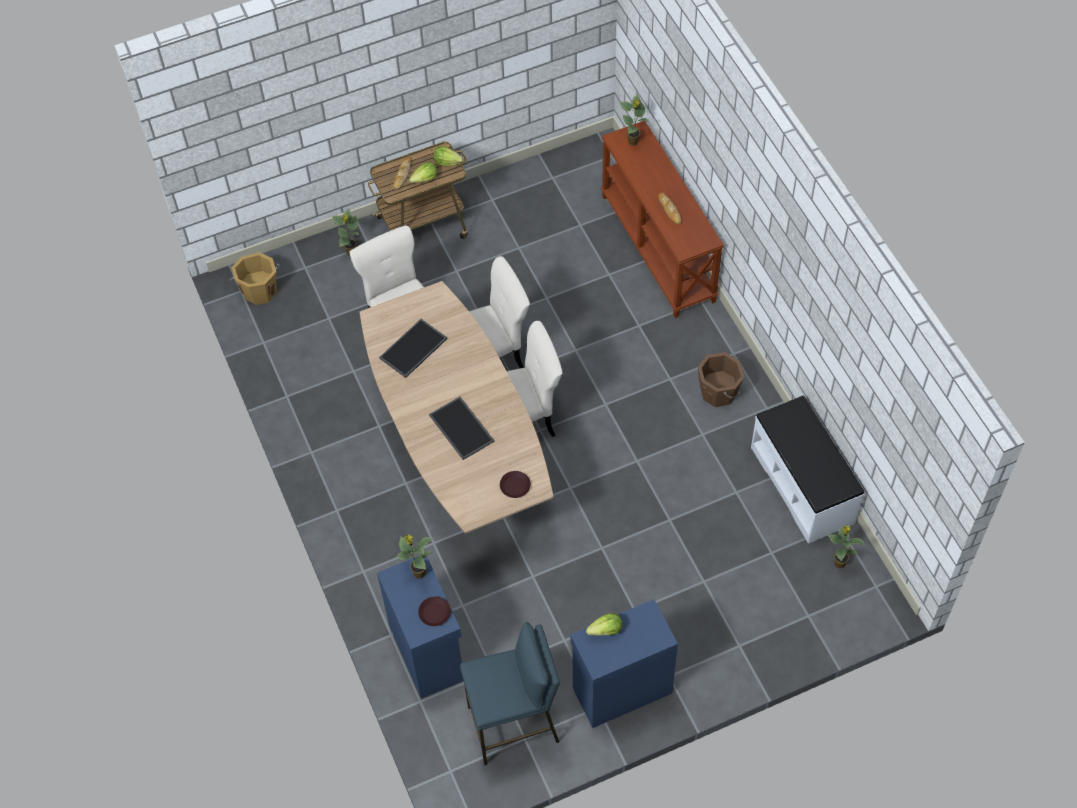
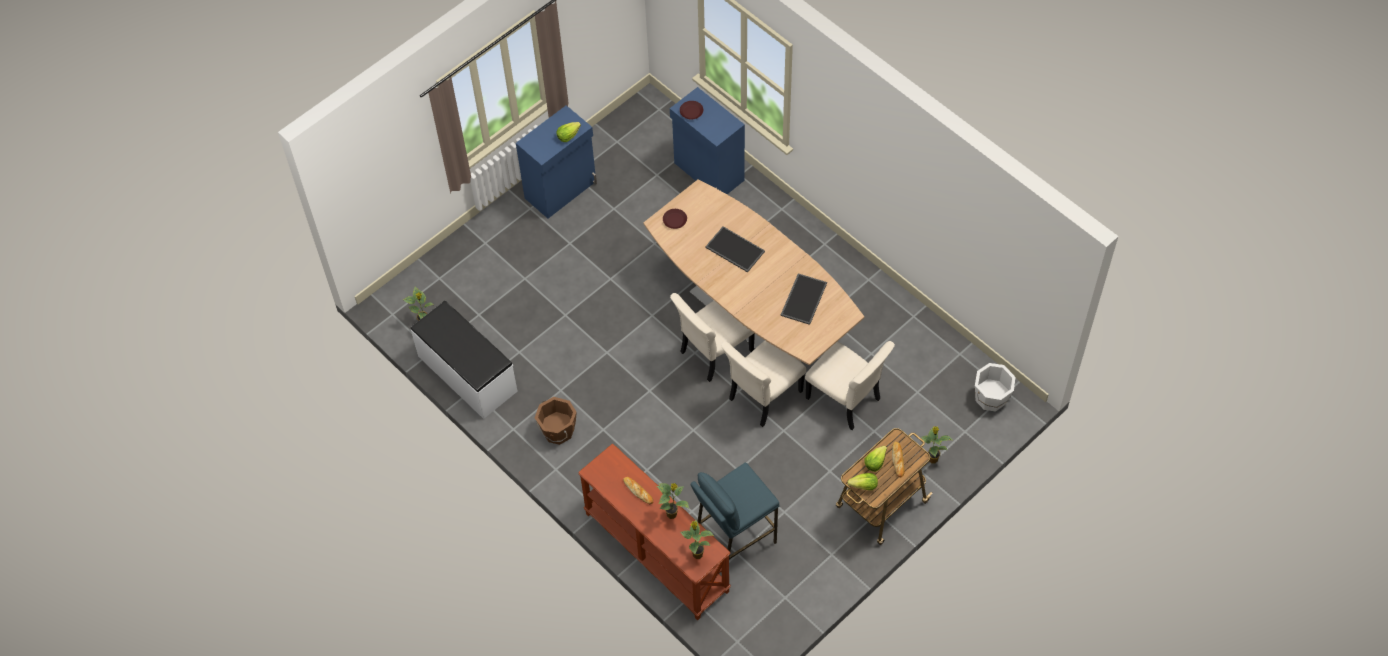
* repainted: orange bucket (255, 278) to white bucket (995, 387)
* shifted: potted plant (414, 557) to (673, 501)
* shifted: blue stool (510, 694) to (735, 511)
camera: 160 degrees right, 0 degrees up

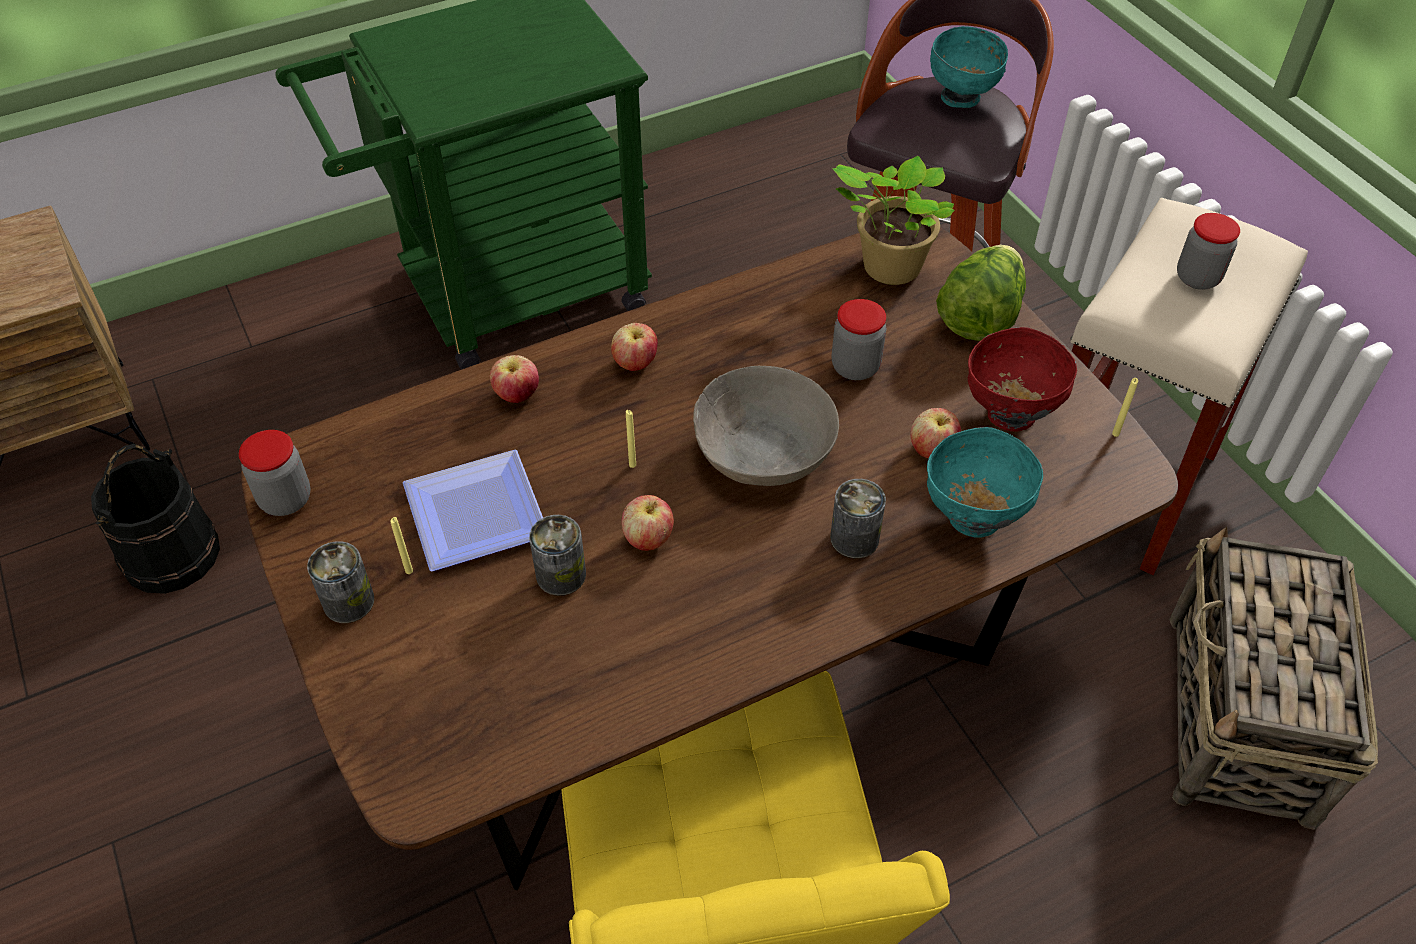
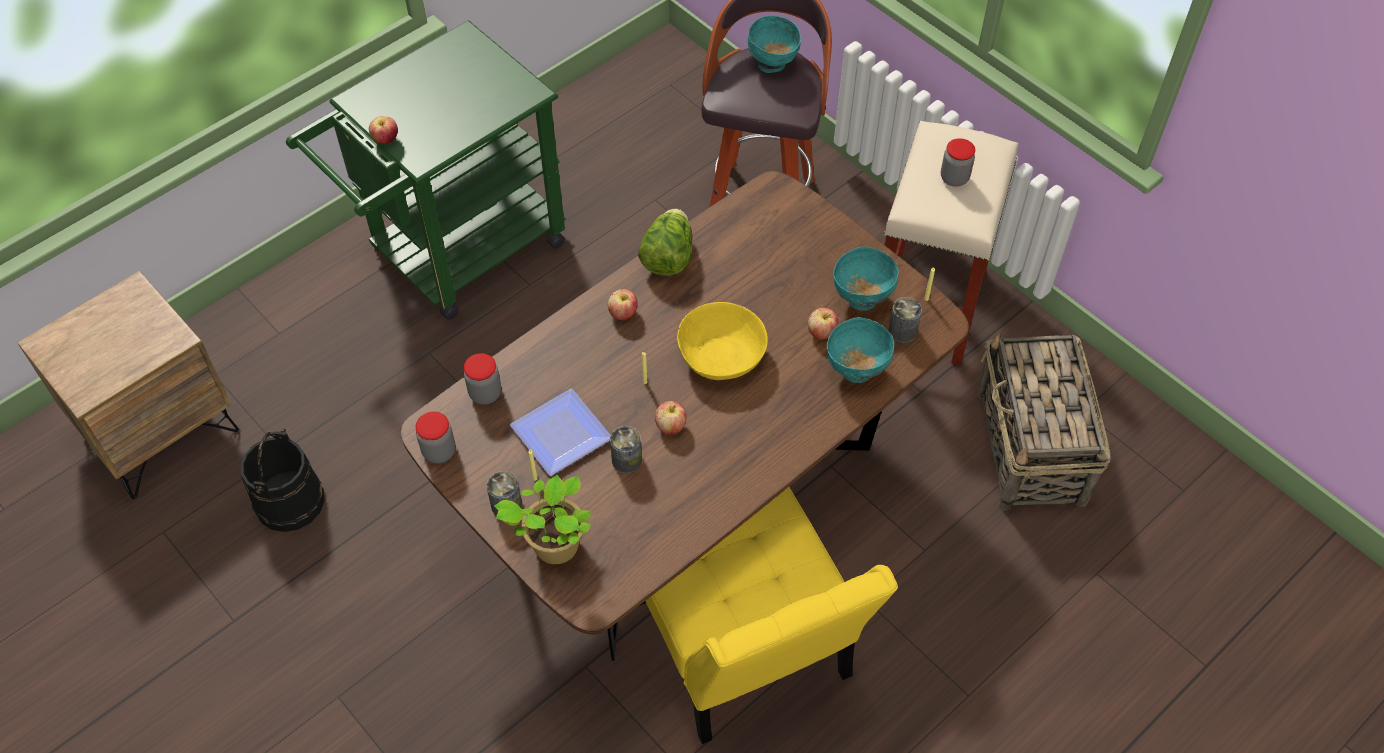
* shifted: potted plant (893, 220) to (542, 519)
* shifted: lettuce (981, 293) to (665, 242)
* shifted: jar (859, 339) to (482, 379)
* repainted: red bowl (1022, 379) to turquoise bowl (866, 279)
* shifted: apple (514, 379) to (383, 130)
* repainted: grey bowl (766, 426) to yellow bowl (722, 341)
* shifted: can (858, 518) to (905, 320)
camera: 15 degrees left, 5 degrees up

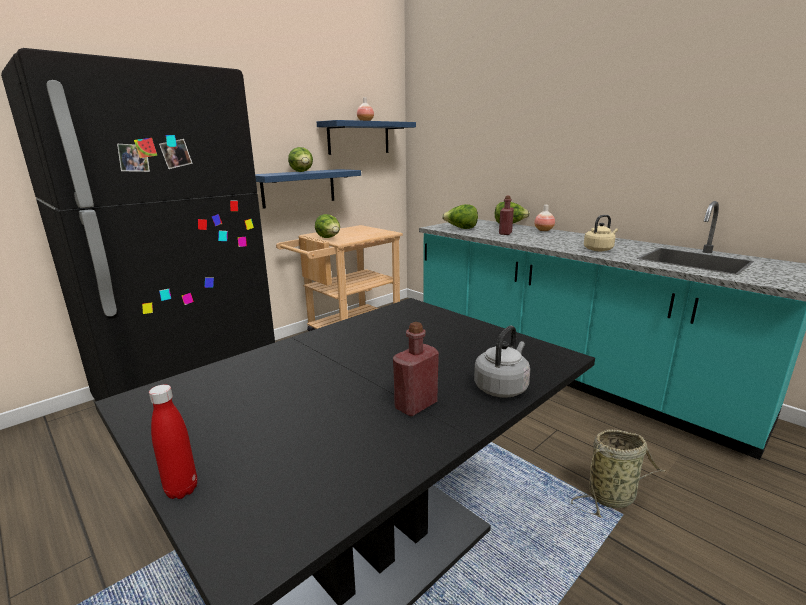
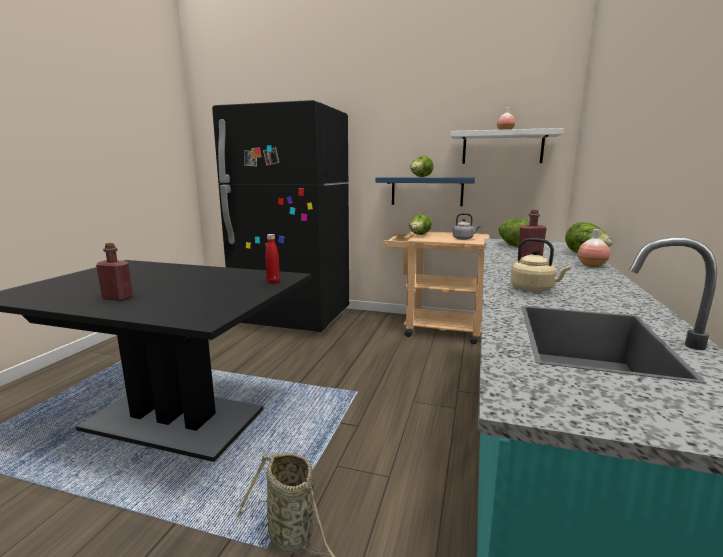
* repainted: blue shelf (366, 137) to white shelf (507, 146)
* shifted: grey kettle (502, 362) to (467, 226)
* shifted: red bottle (173, 442) to (272, 259)
camera: 60 degrees right, 5 degrees down

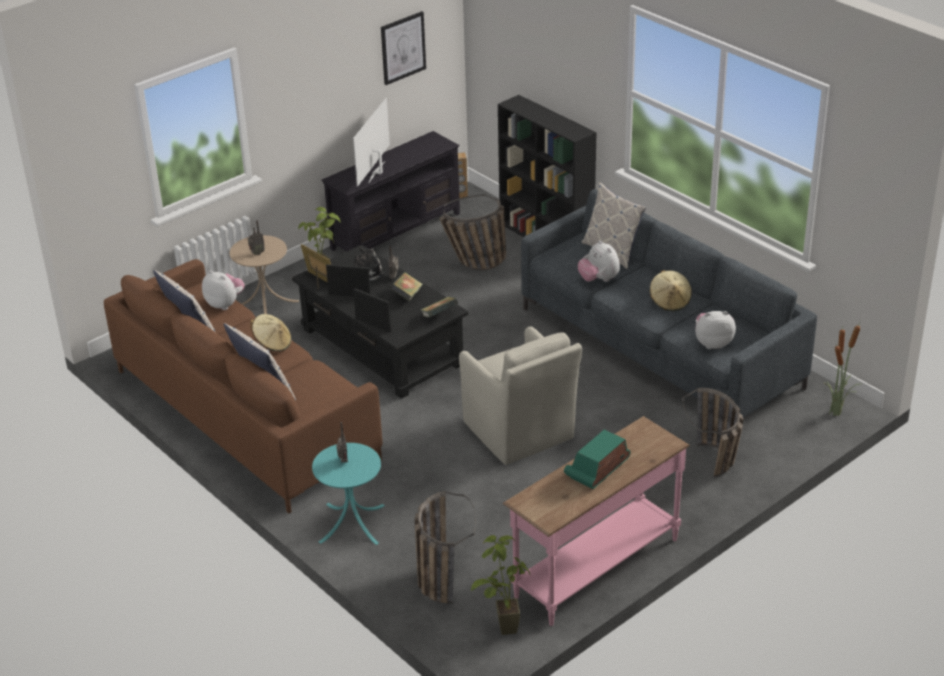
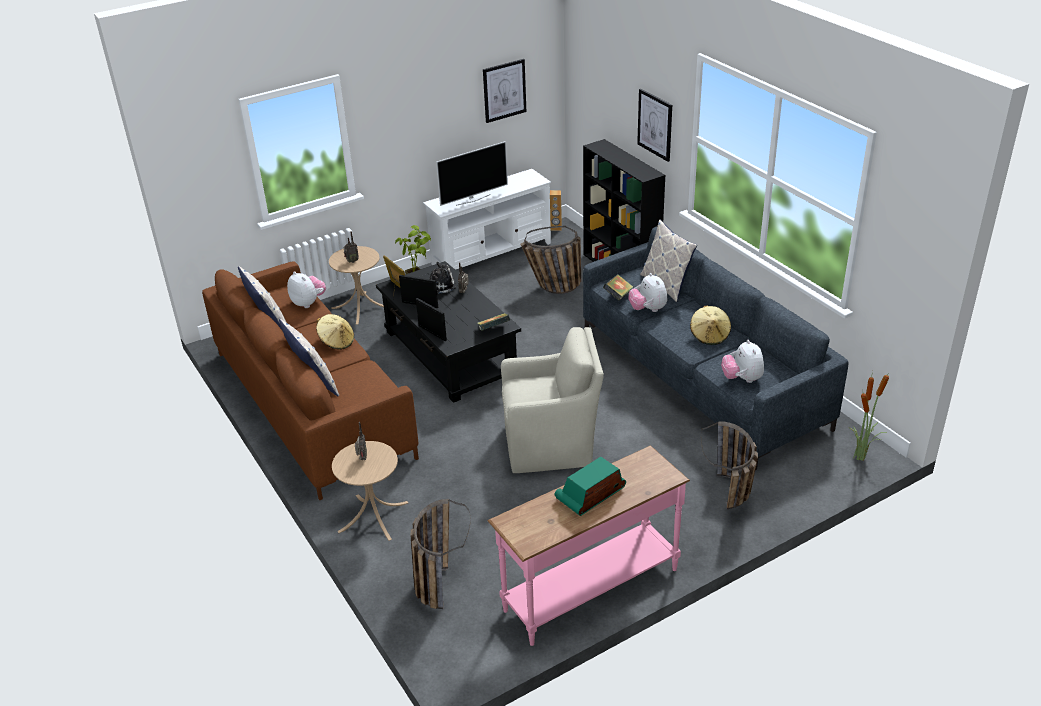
* rotated: television (371, 142) = (472, 173) 150 degrees counterclockwise
* repainted: black tv stand (390, 191) to white tv stand (487, 219)
* shifted: book (406, 286) to (618, 287)
* rotated: plush toy (715, 330) = (742, 361) 105 degrees counterclockwise
* rotated: beige armchair (520, 396) = (552, 400) 75 degrees counterclockwise
* repainted: turquoise side table (348, 494) to beige side table (370, 491)
* gone: potted plant (500, 585)
* new: picture (654, 125)
camera: 10 degrees right, 0 degrees up

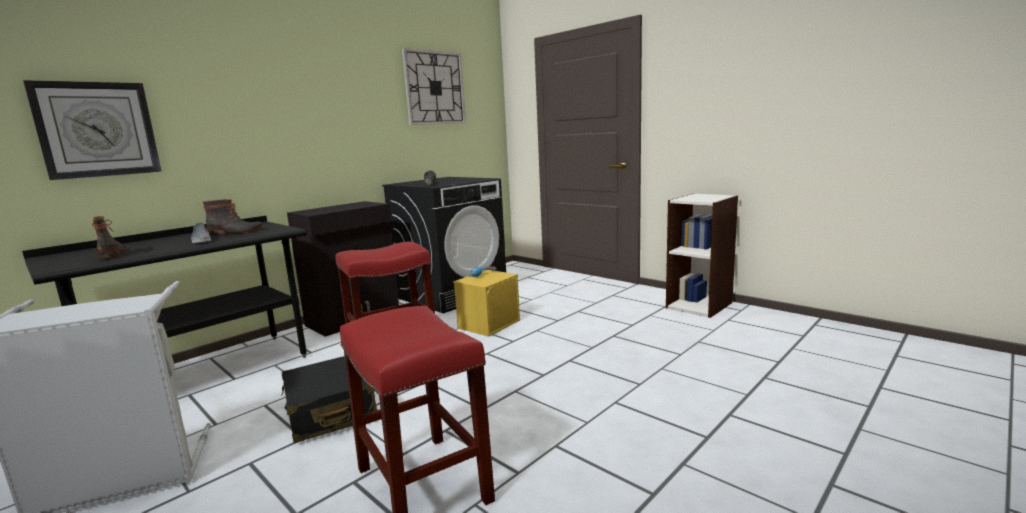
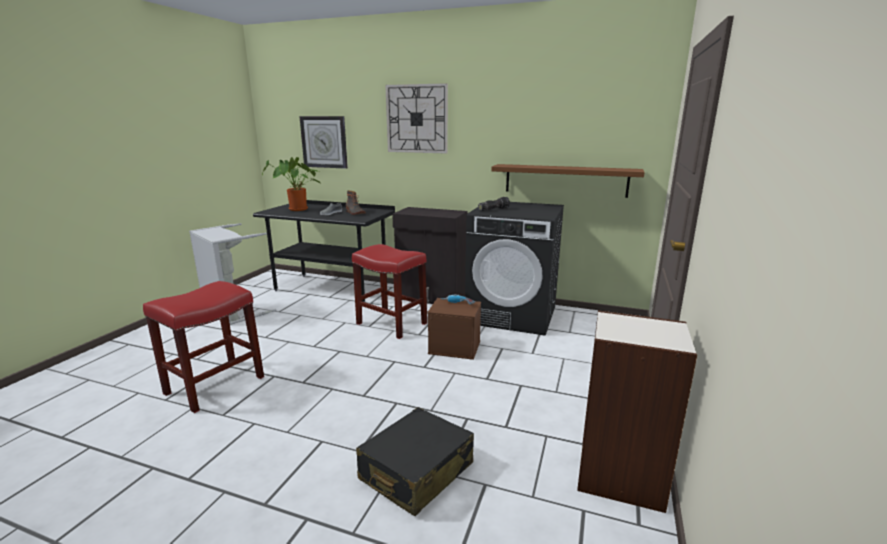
* shifted: wall clock (434, 86) to (416, 118)
* swapped: boot (109, 238) to potted plant (291, 184)
* repainted: yellow storage box (486, 303) to brown storage box (454, 329)
* shifted: black suitcase (329, 399) to (415, 461)
* new: brown shelf (568, 181)
camera: 65 degrees right, 5 degrees up

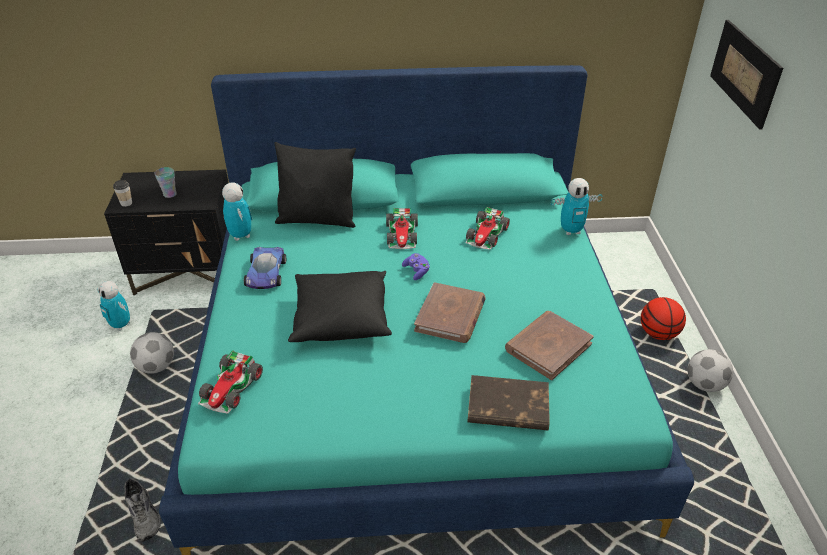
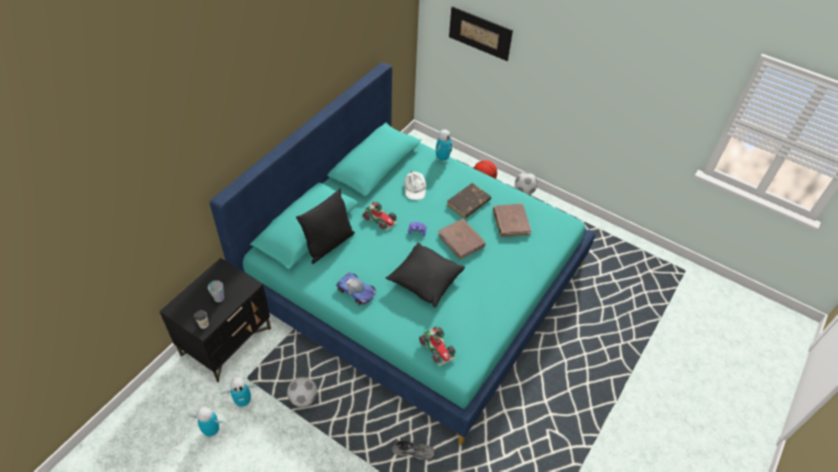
* shifted: toy robot (237, 212) to (206, 422)
* swapped: toy car (488, 228) to white cap (415, 185)
* shifted: brown book (508, 402) to (469, 200)
camera: 55 degrees left, 10 degrees up

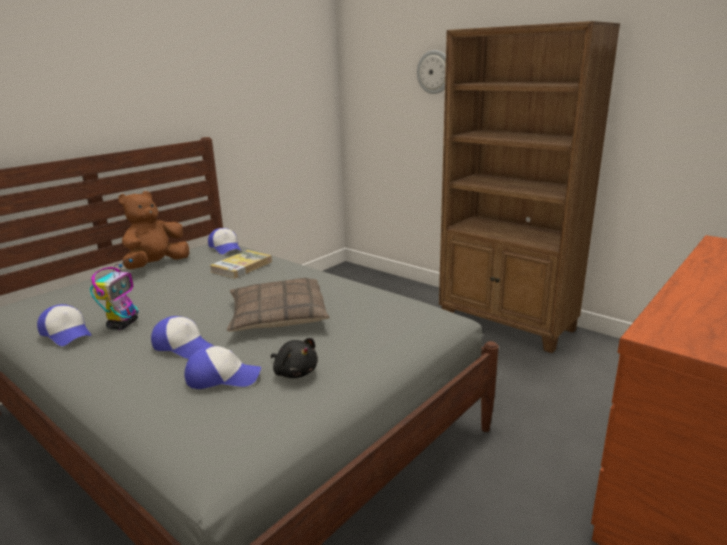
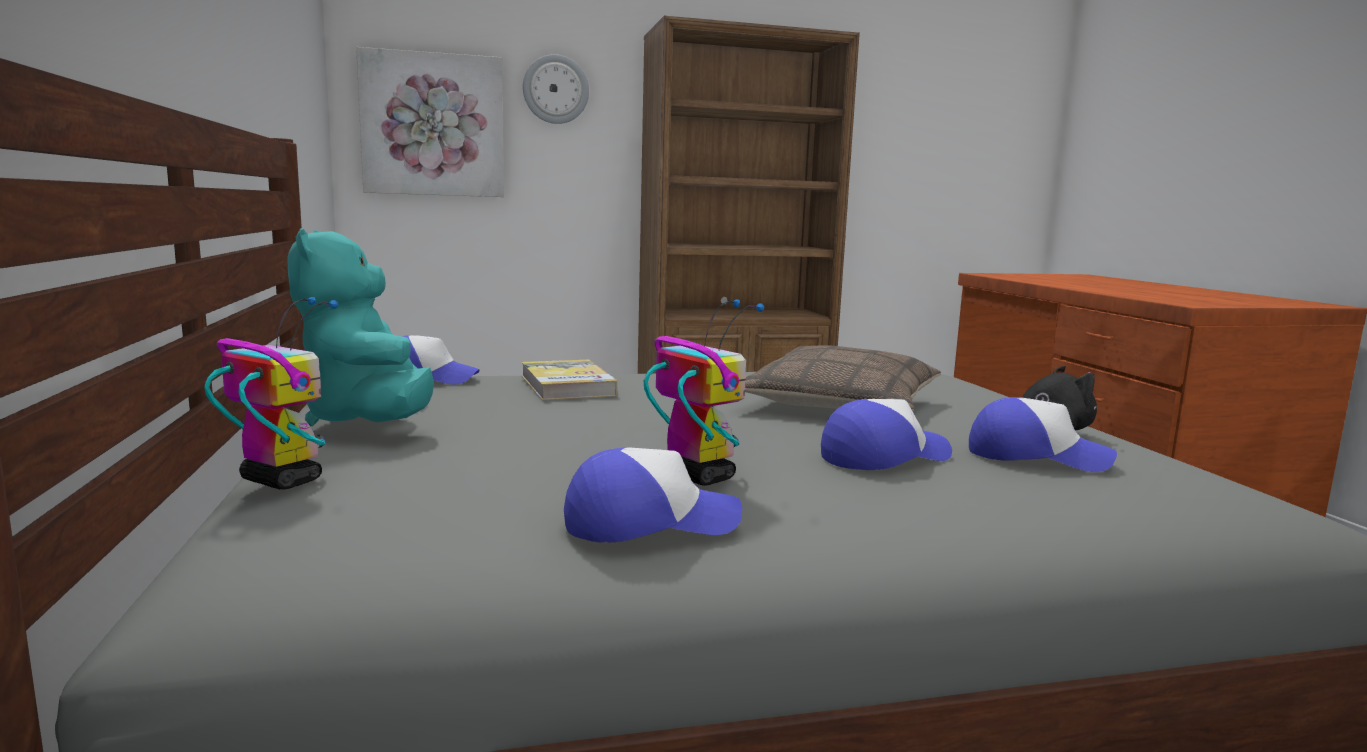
* repainted: brown plush toy (153, 230) to turquoise plush toy (361, 327)
* rotated: cap (223, 367) = (1043, 434) 75 degrees clockwise
* new: picture (430, 122)
* new: toy robot (271, 393)
camera: 55 degrees left, 10 degrees down

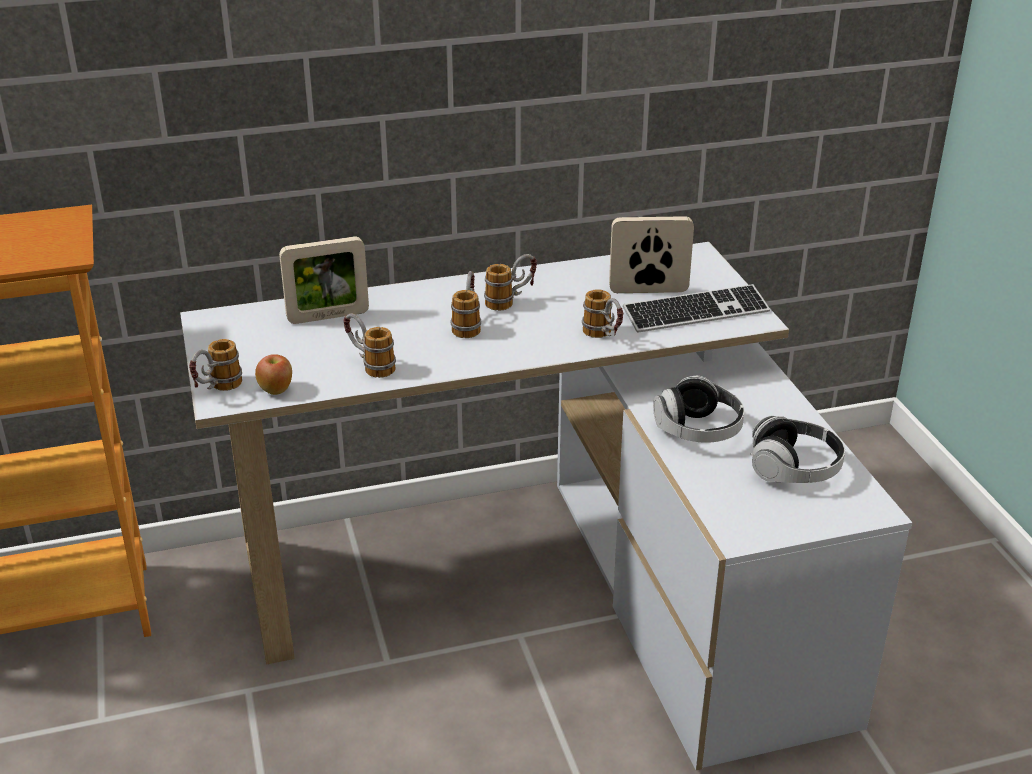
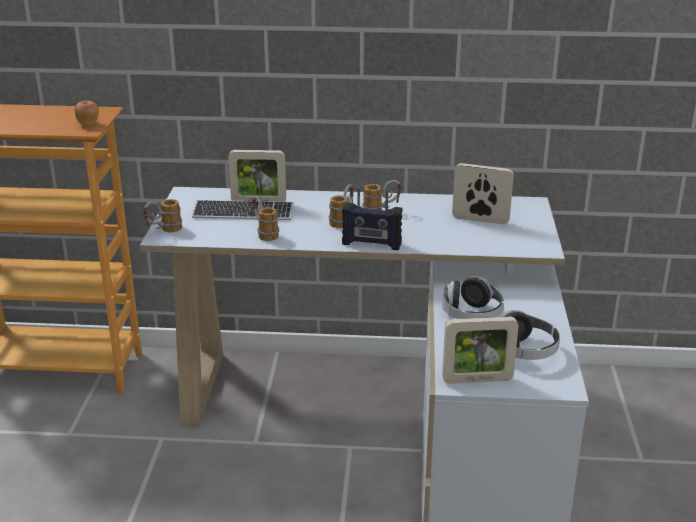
* shifted: keyboard (696, 308) to (243, 210)
* gone: mug (603, 313)
* shifted: apple (273, 374) to (87, 113)
* new: radio (372, 218)
* new: picture frame (480, 350)
camera: 20 degrees right, 5 degrees down

